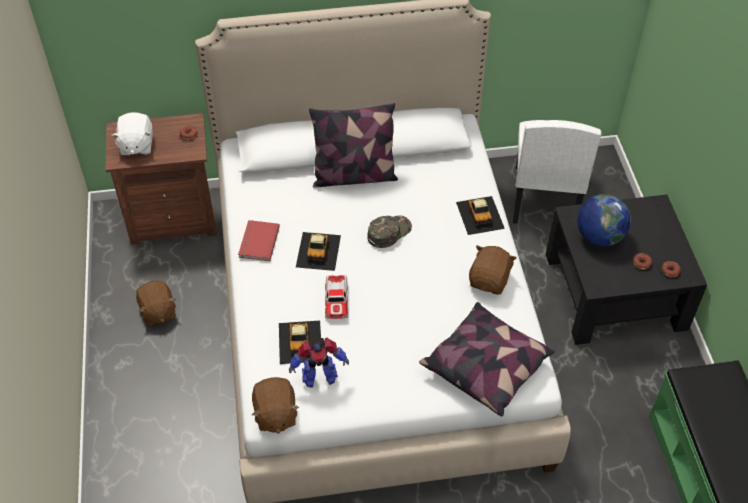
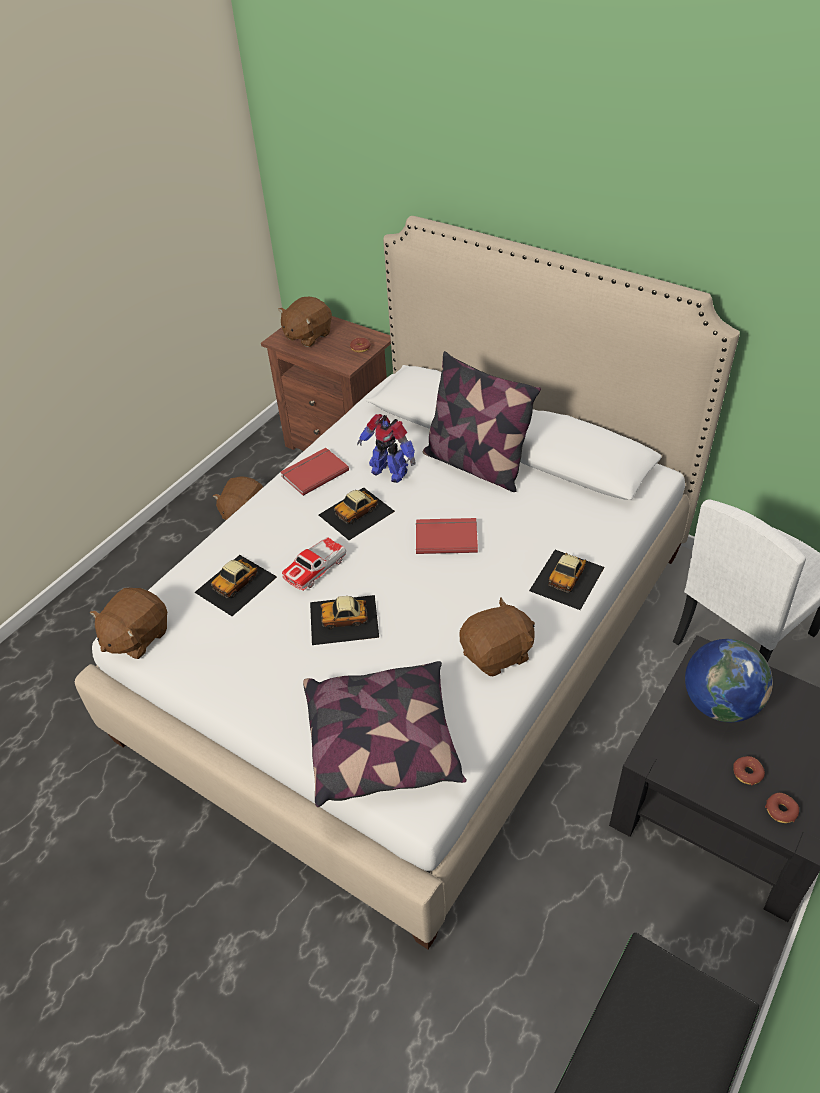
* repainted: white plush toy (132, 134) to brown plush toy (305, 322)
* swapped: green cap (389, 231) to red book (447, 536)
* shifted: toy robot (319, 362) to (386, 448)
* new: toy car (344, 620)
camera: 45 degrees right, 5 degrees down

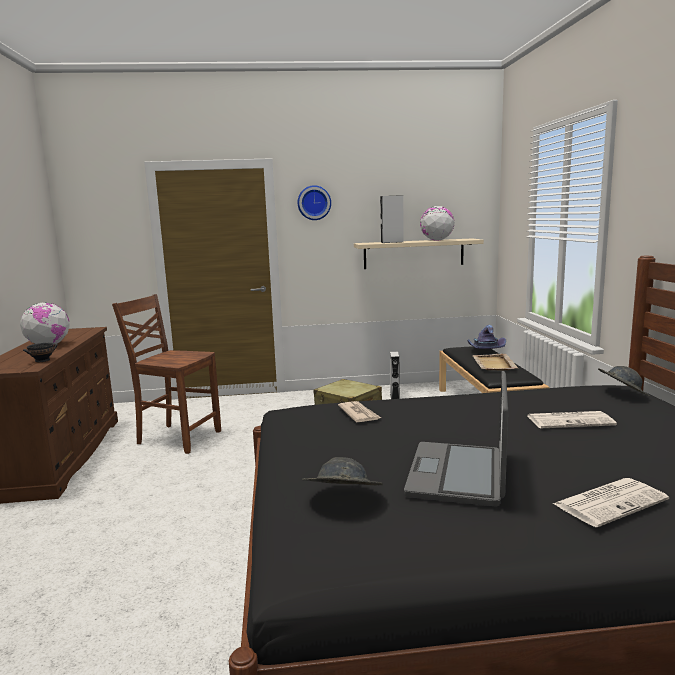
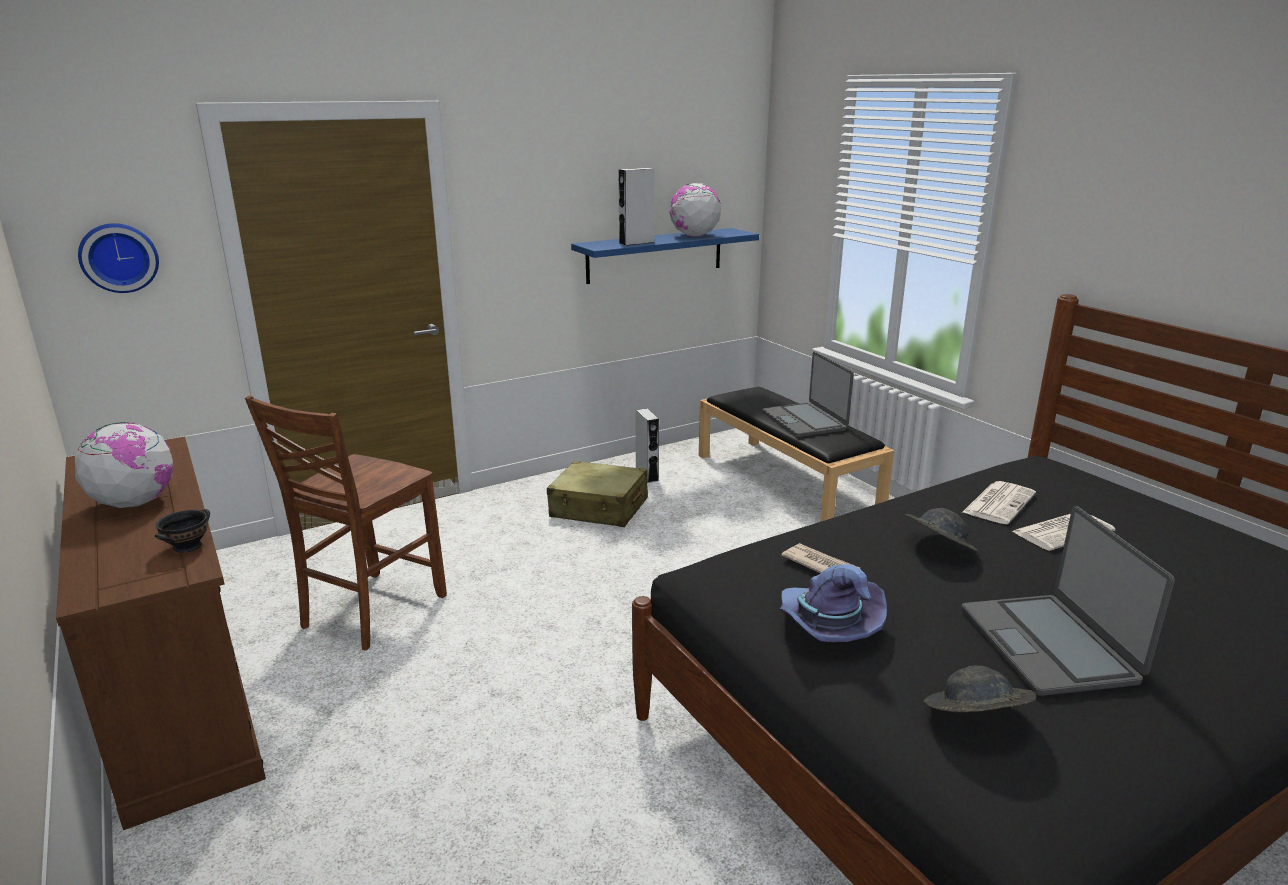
* shifted: wall clock (314, 202) to (118, 258)
* repainted: beige shelf (419, 253) to blue shelf (665, 256)
* rotated: brown chair (166, 374) = (346, 523) 60 degrees counterclockwise
* shifted: purple hat (487, 337) to (833, 603)
* swapped: beige tray (495, 361) to laptop (808, 394)
* shifted: grey hat (624, 381) to (942, 530)
* shifted: newspaper (611, 502) to (999, 502)
camera: 25 degrees left, 10 degrees up

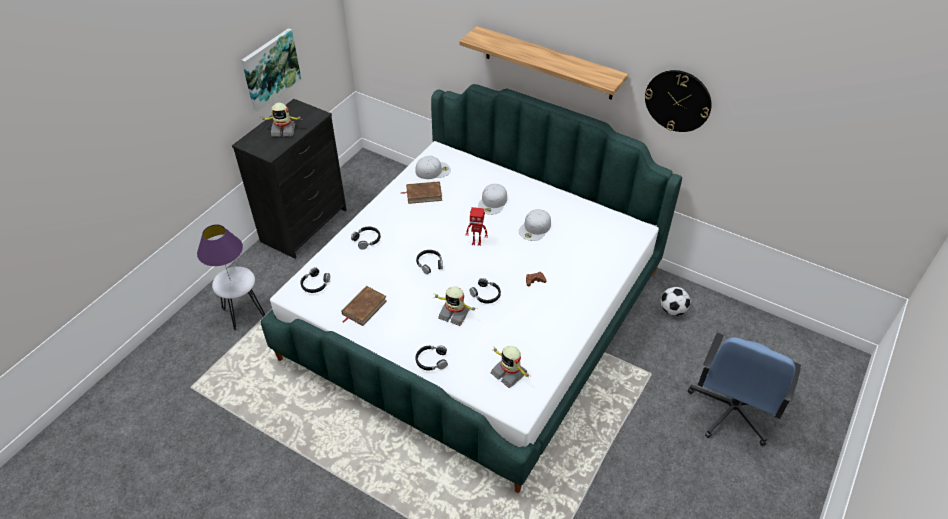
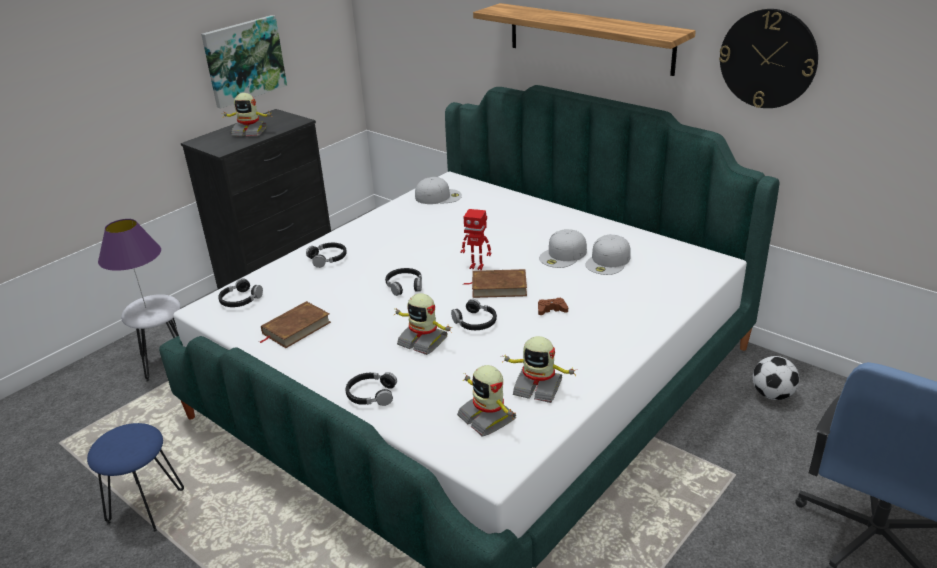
* shifted: brown book (421, 192) to (495, 283)
* shifted: white cap (492, 199) to (608, 254)
* new: toy robot (540, 369)
* new: blue stool (135, 477)
camera: 10 degrees right, 15 degrees down

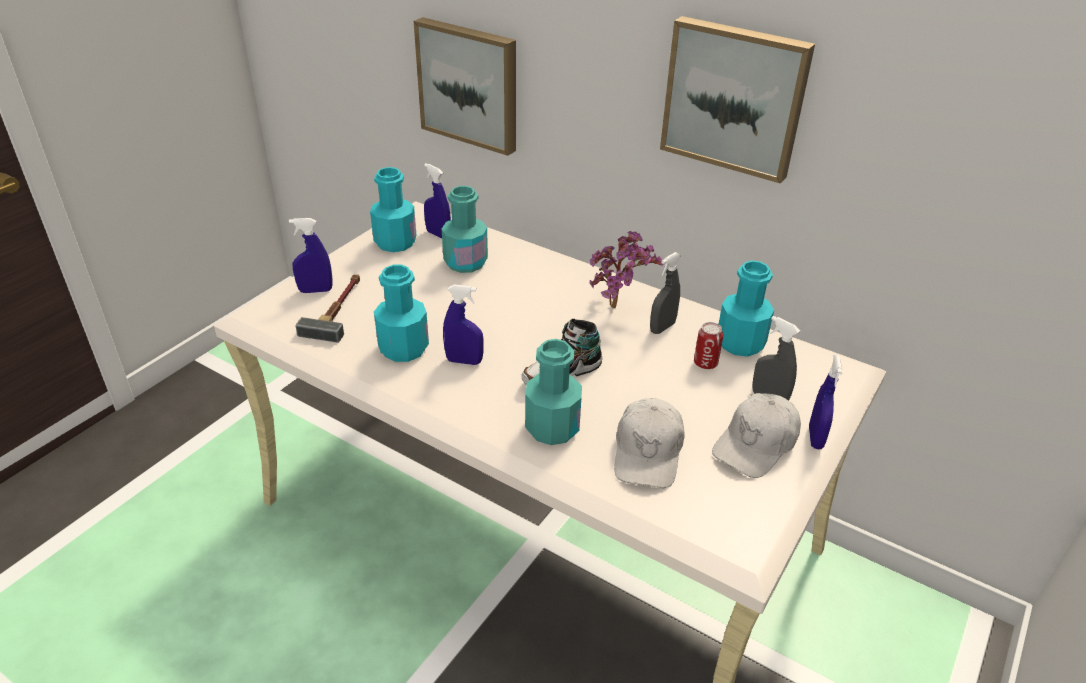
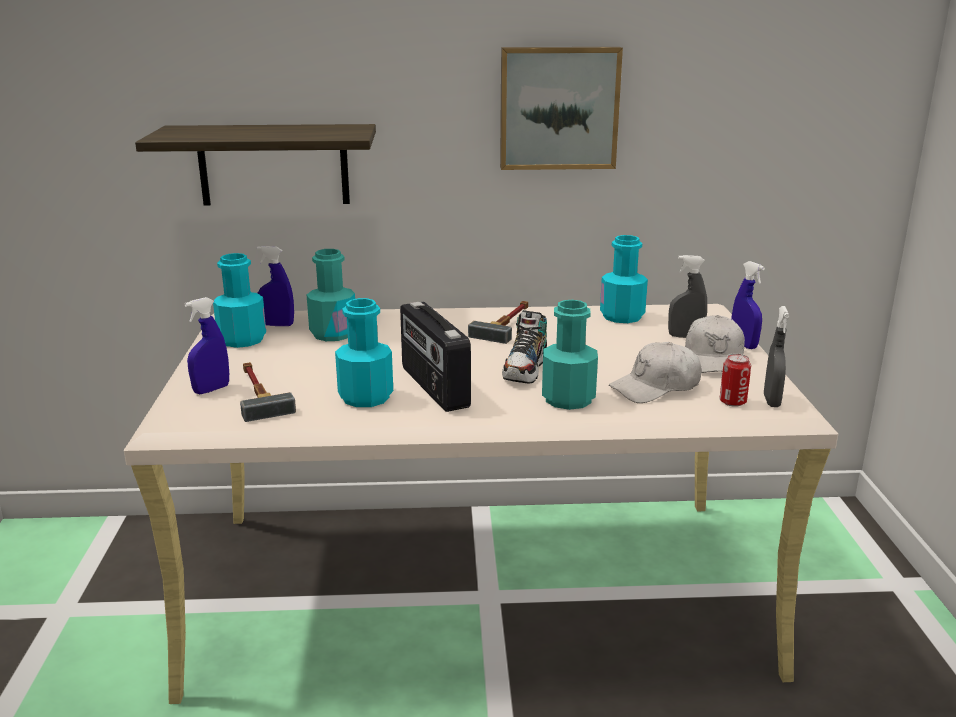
* swapped: picture (465, 86) to shelf (255, 165)
* swapped: potted plant (627, 270) to hammer (498, 322)
* shifted: grey spray bottle (665, 293) to (776, 356)
* swapped: blue spray bottle (463, 324) to radio (435, 357)
* shifted: can (708, 345) to (735, 380)
* rotated: white cap (649, 443) = (655, 372) 90 degrees clockwise
camera: 35 degrees left, 15 degrees down

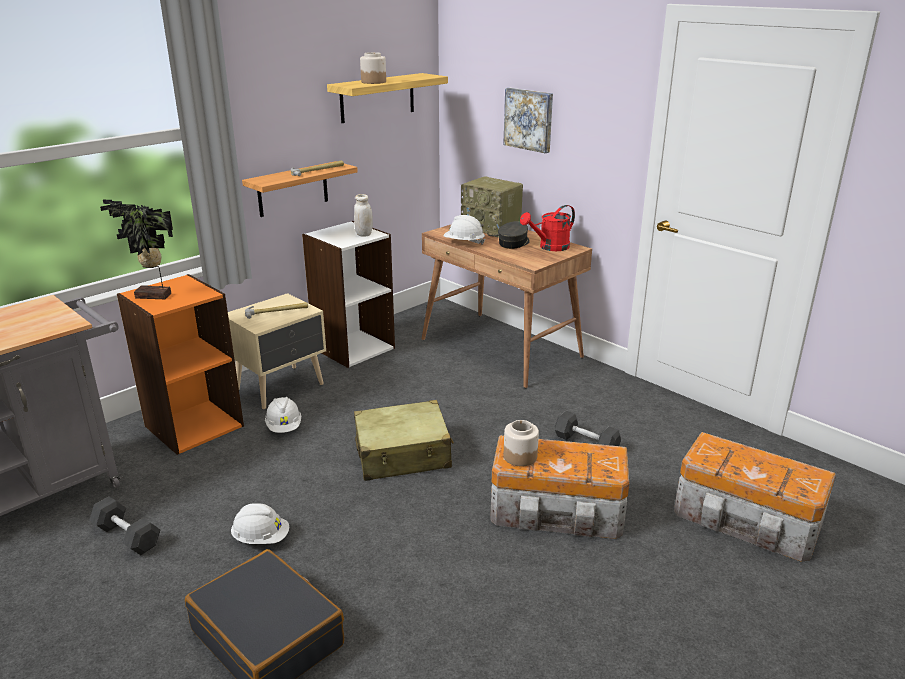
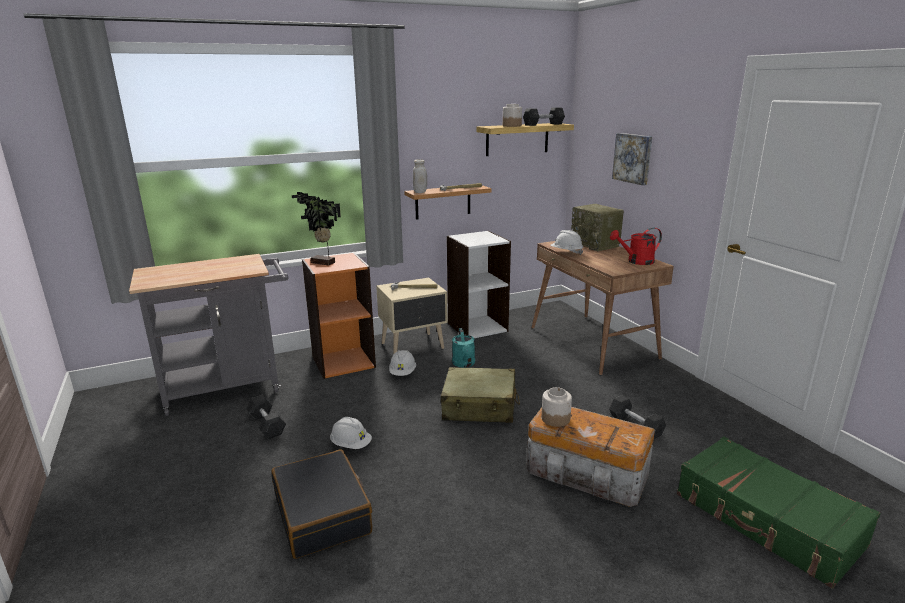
* shifted: white jar (363, 215) to (420, 176)
* gone: grey cap (514, 235)
* swapped: storage box (755, 497) to green suitcase (779, 513)
* new: grey dumbbell (544, 116)
* new: turquoise watering can (463, 348)
camera: 20 degrees right, 5 degrees down

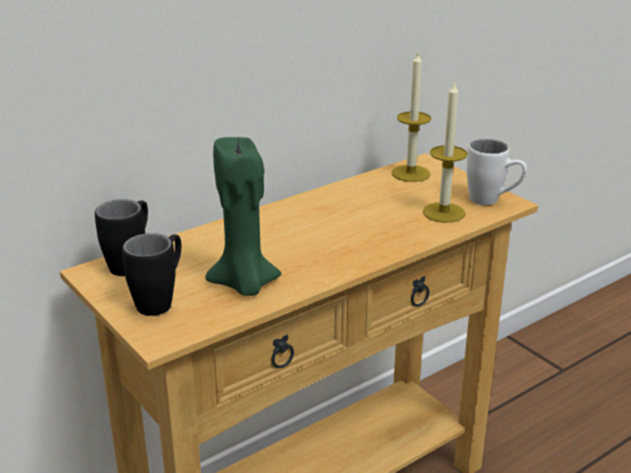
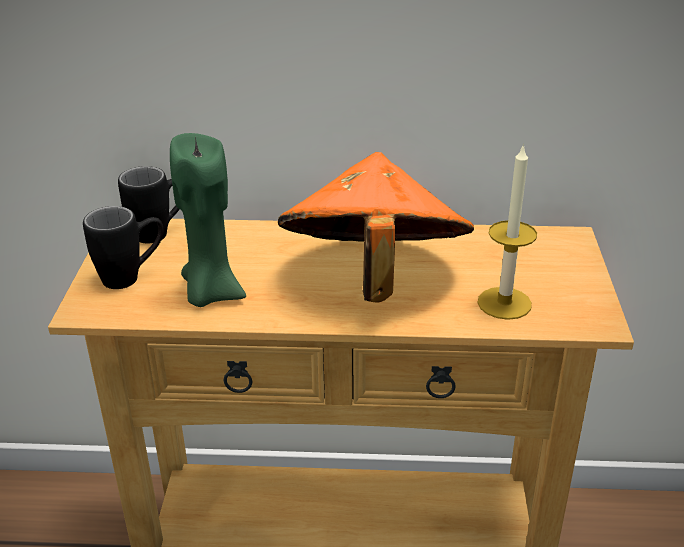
* gone: candle (411, 117)
* gone: white mug (496, 172)
* new: orange hat (376, 227)
camera: 40 degrees right, 5 degrees up

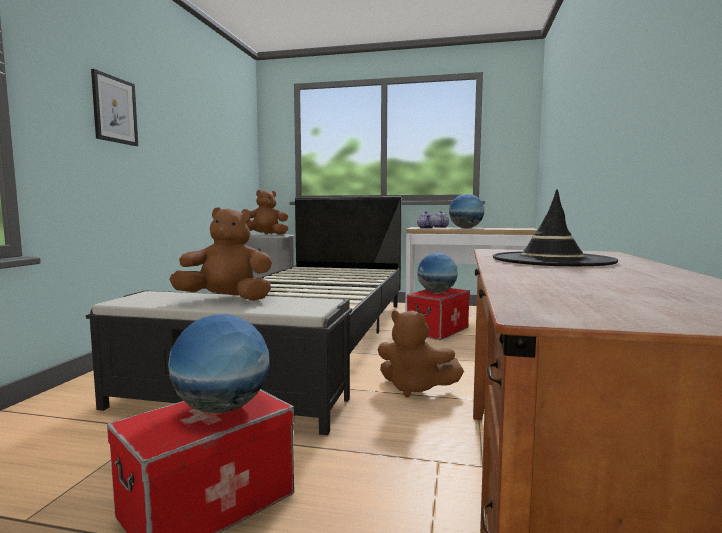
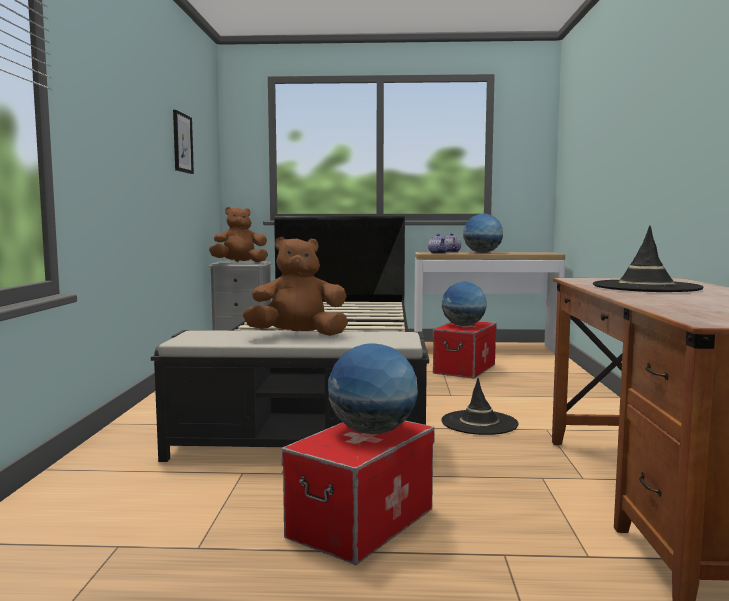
* shifted: picture (114, 107) to (183, 142)
* swapped: brown plush toy (421, 353) to black hat (479, 406)
camera: 10 degrees left, 0 degrees up

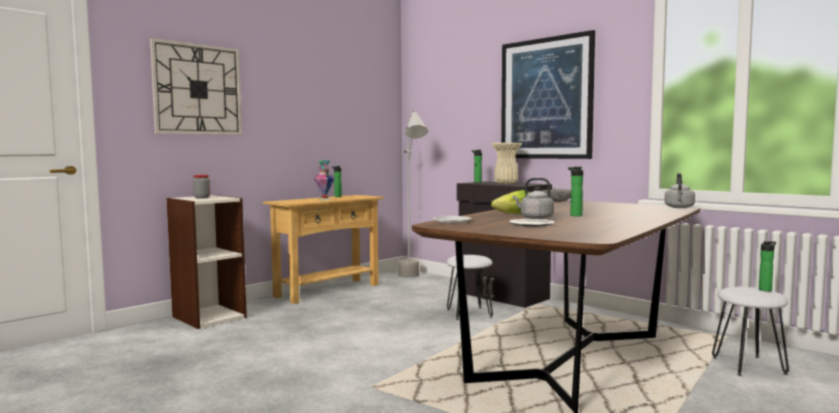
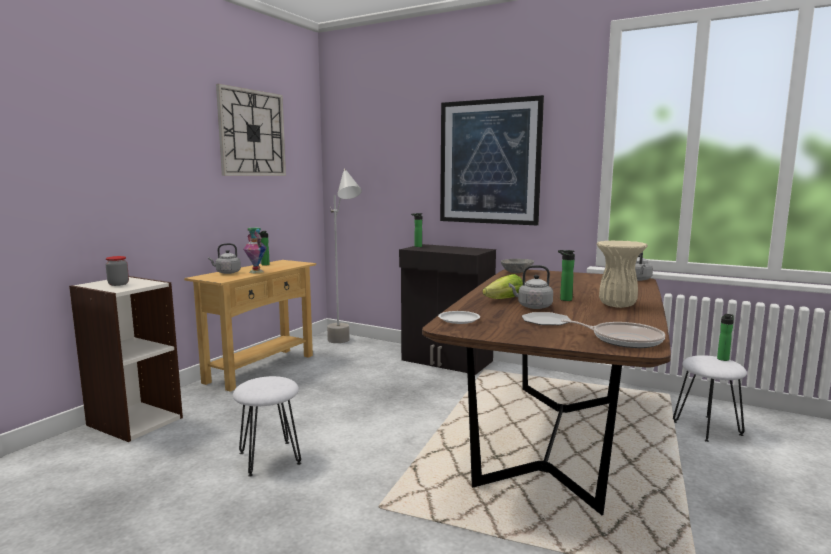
* shifted: wall clock (196, 86) to (251, 130)
* shifted: beige vase (506, 163) to (622, 274)
* shifted: white stool (469, 287) to (267, 426)
* new: grey kettle (224, 258)
* new: frying pan (613, 333)
camera: 15 degrees left, 5 degrees up

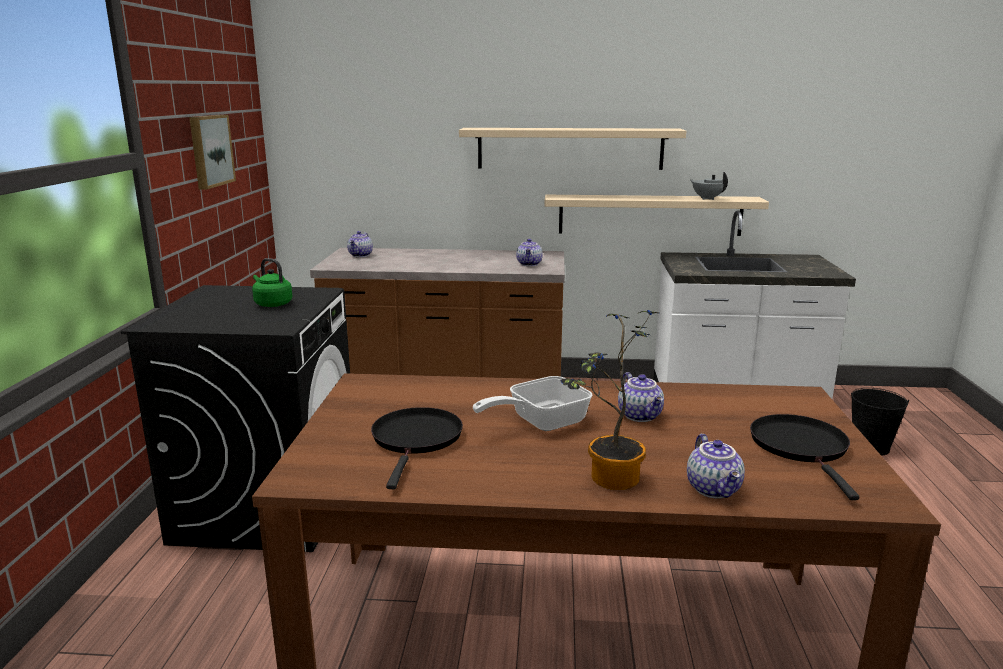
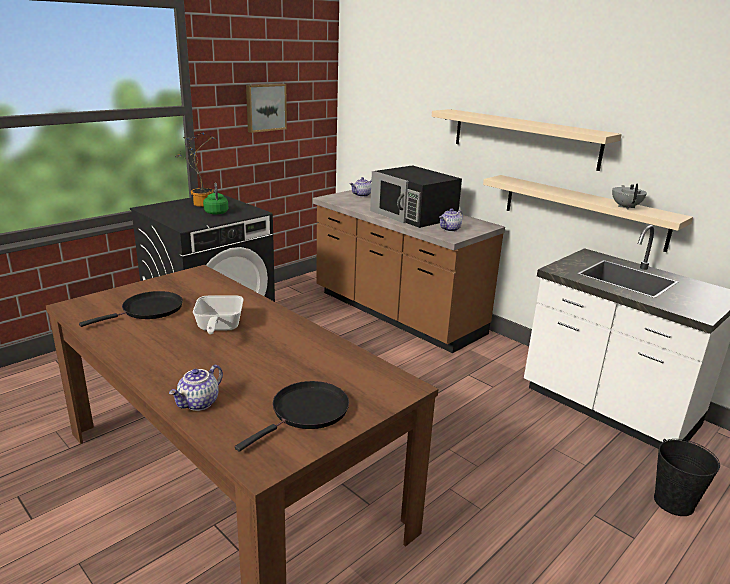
* shifted: potted plant (609, 400) to (195, 170)
* gone: teapot (641, 397)
* rotated: frying pan (533, 403) = (218, 314) 105 degrees counterclockwise
* new: black microwave (416, 196)
camera: 40 degrees right, 5 degrees up

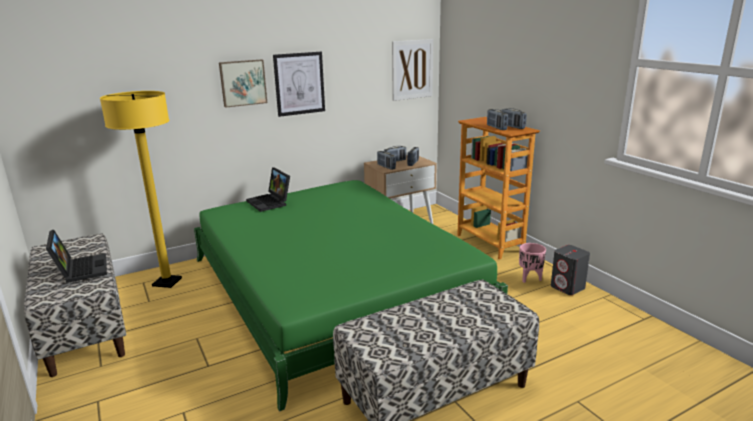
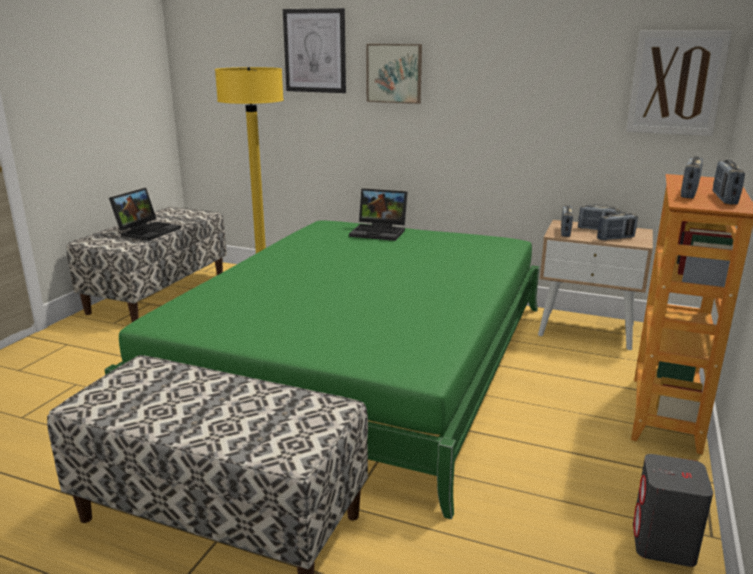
* shifted: picture (299, 84) to (314, 50)
* rotated: laptop (268, 189) = (378, 214) 90 degrees counterclockwise
* gone: pink planter (532, 263)
camera: 50 degrees right, 0 degrees up

